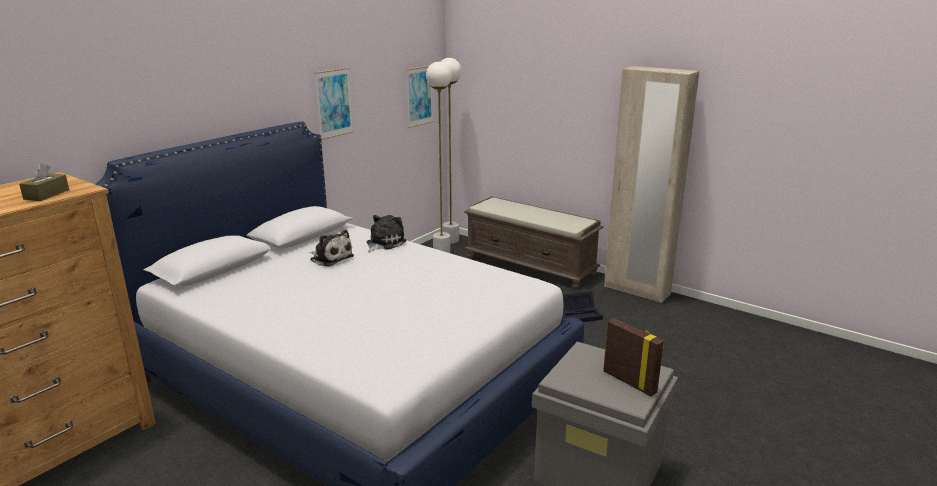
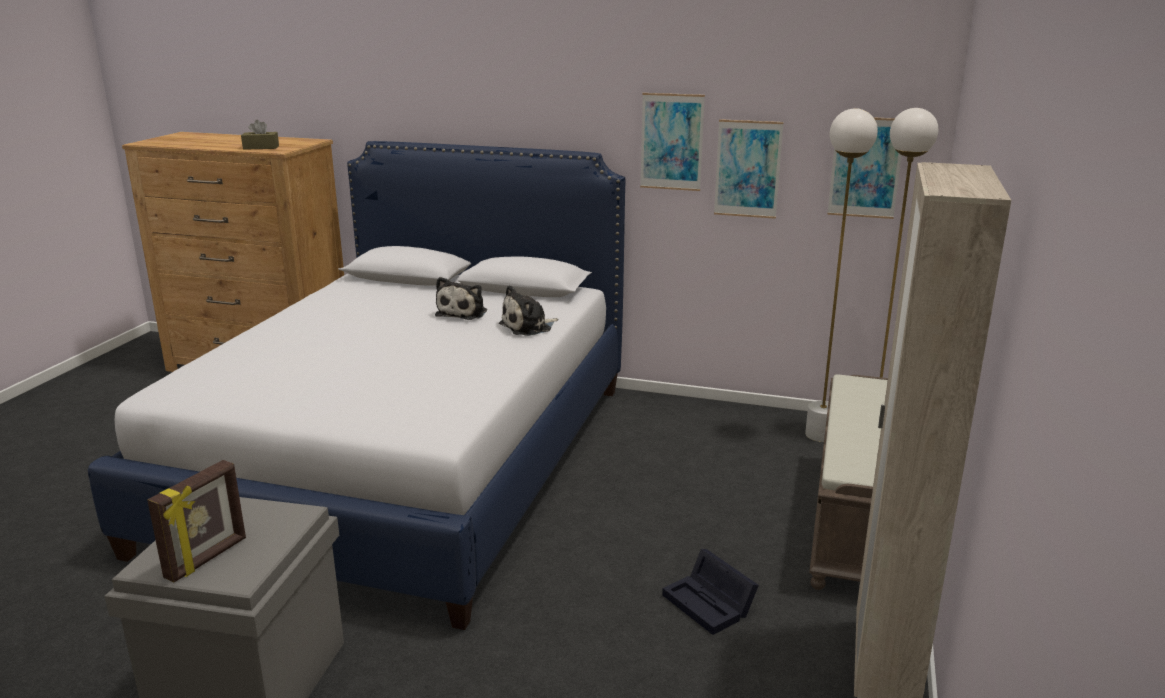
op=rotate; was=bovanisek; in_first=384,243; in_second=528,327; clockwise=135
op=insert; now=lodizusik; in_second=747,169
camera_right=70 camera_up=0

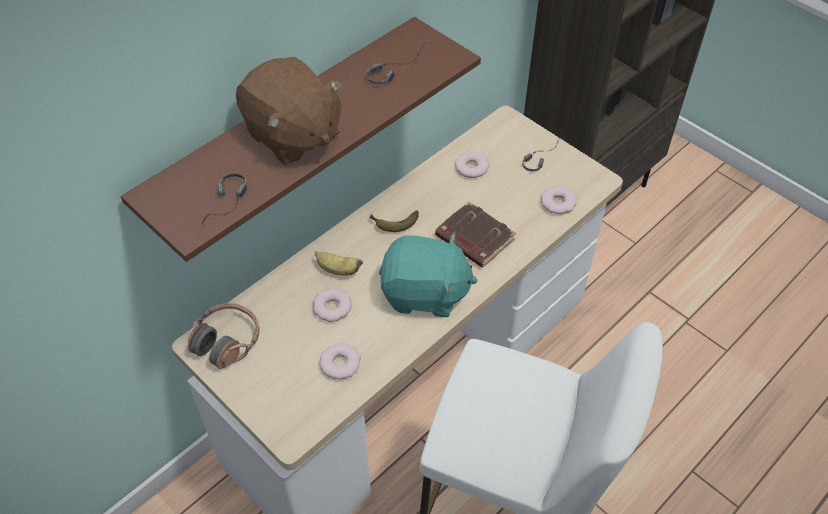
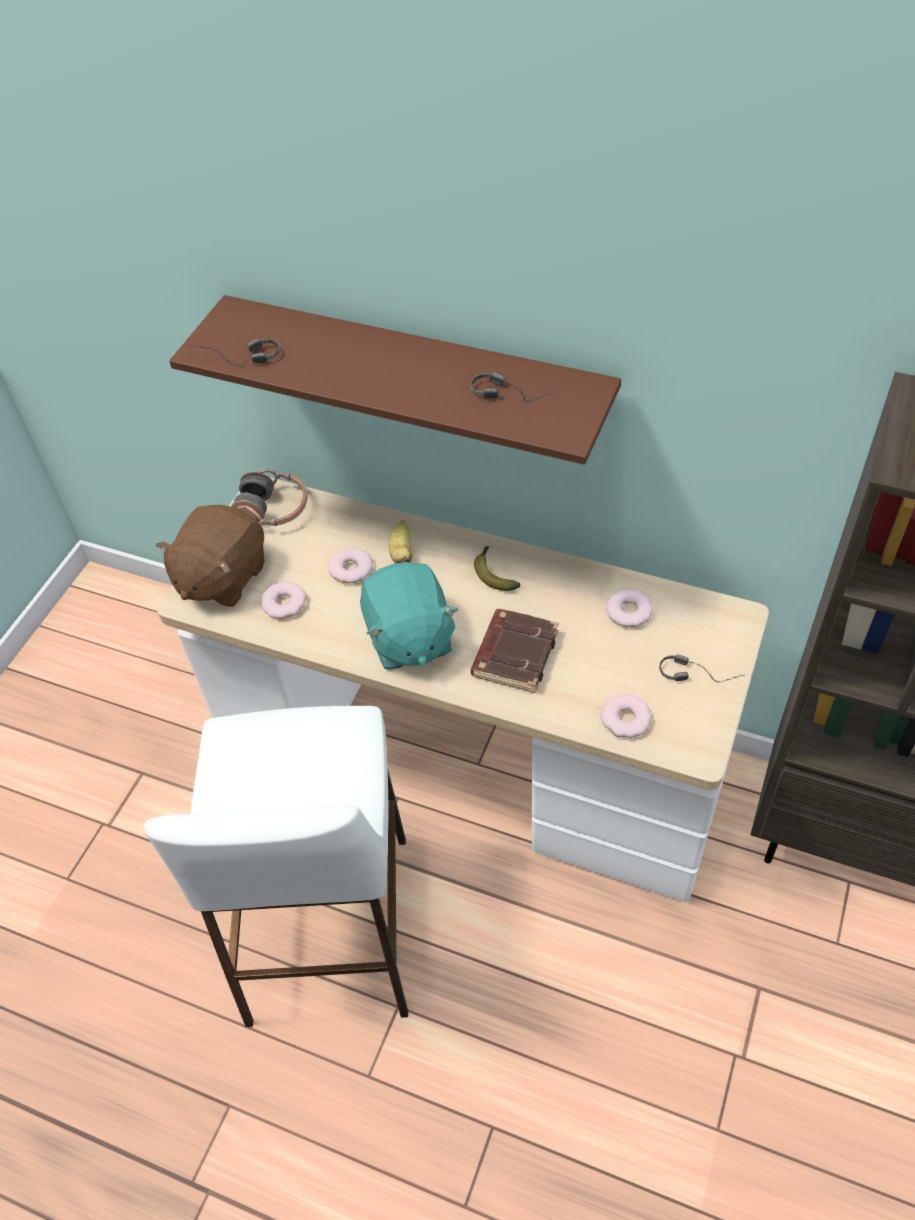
op=move; was=brown_bovanisek; in_first=292,136; in_second=221,577
camera_right=70 camera_up=0

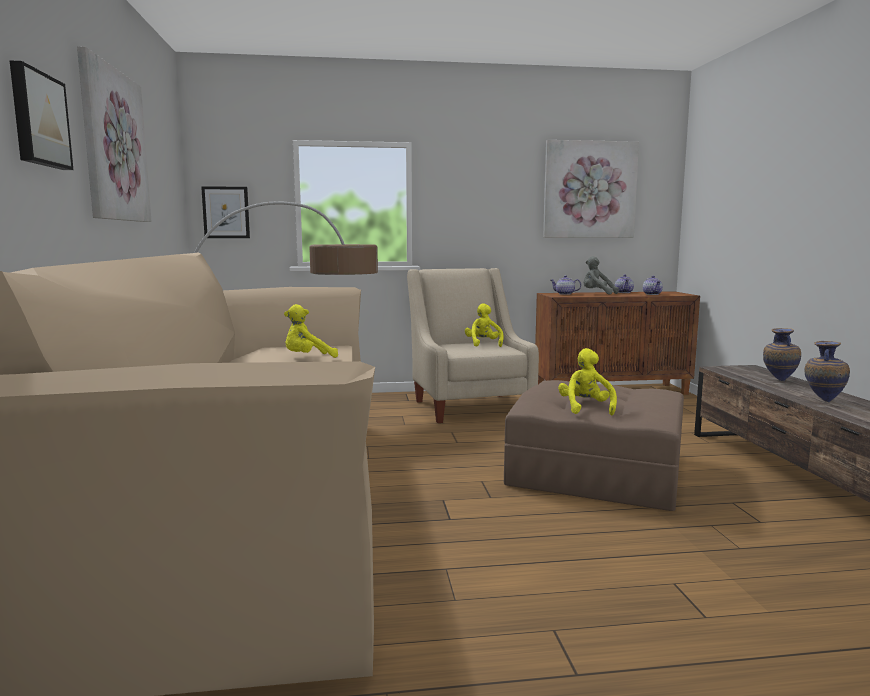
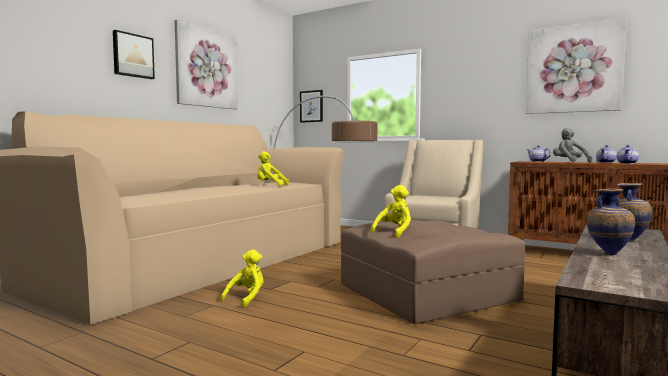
op=move; was=yellow_bovanisek; in_first=483,344; in_second=247,298
camera_right=40 camera_up=-5

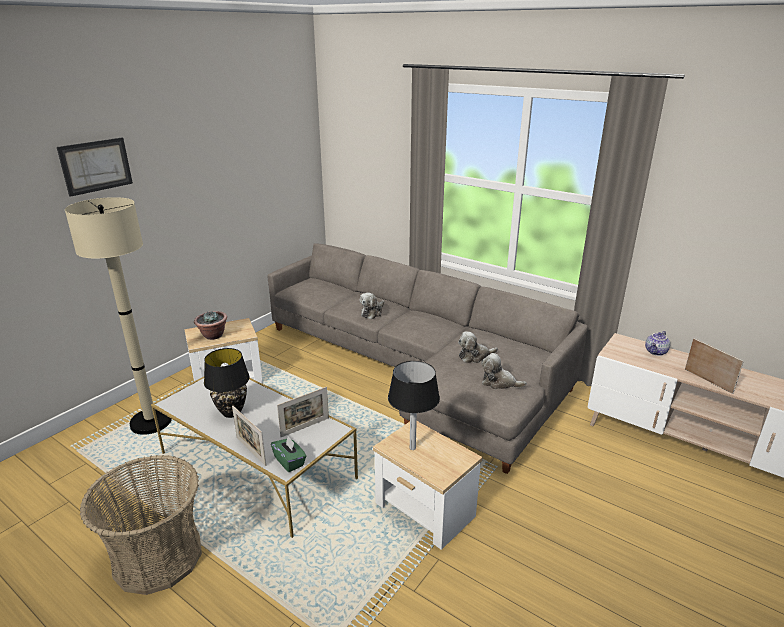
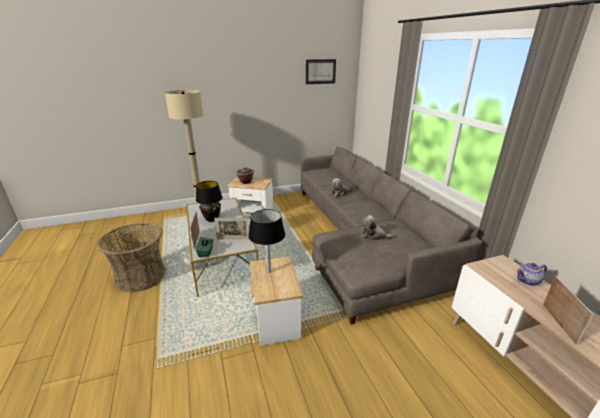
op=move; was=lodizusik; in_first=96,166; in_second=320,71
op=delete; was=bovanisek; in_first=499,383
camera_right=35 camera_up=0

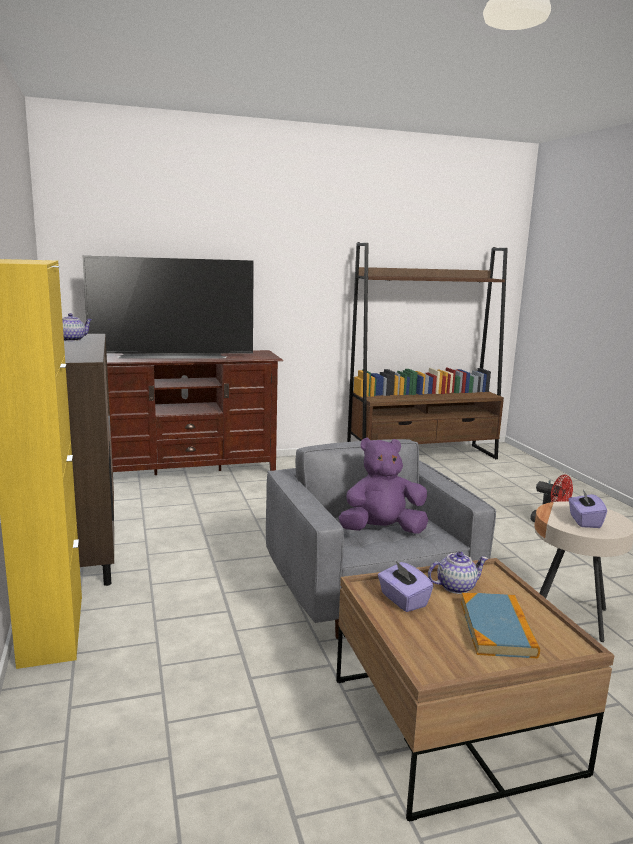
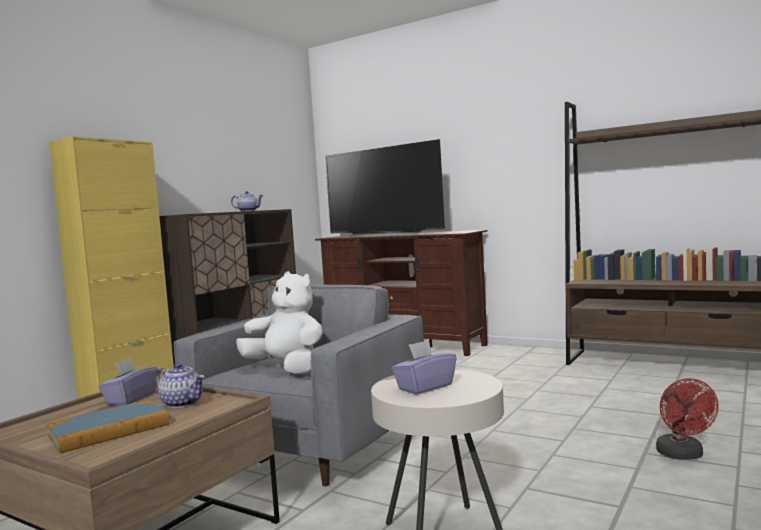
op=recolor; was=purple_bovanisek; now=white_bovanisek; in_first=382,531; in_second=287,369
camera_right=50 camera_up=-10

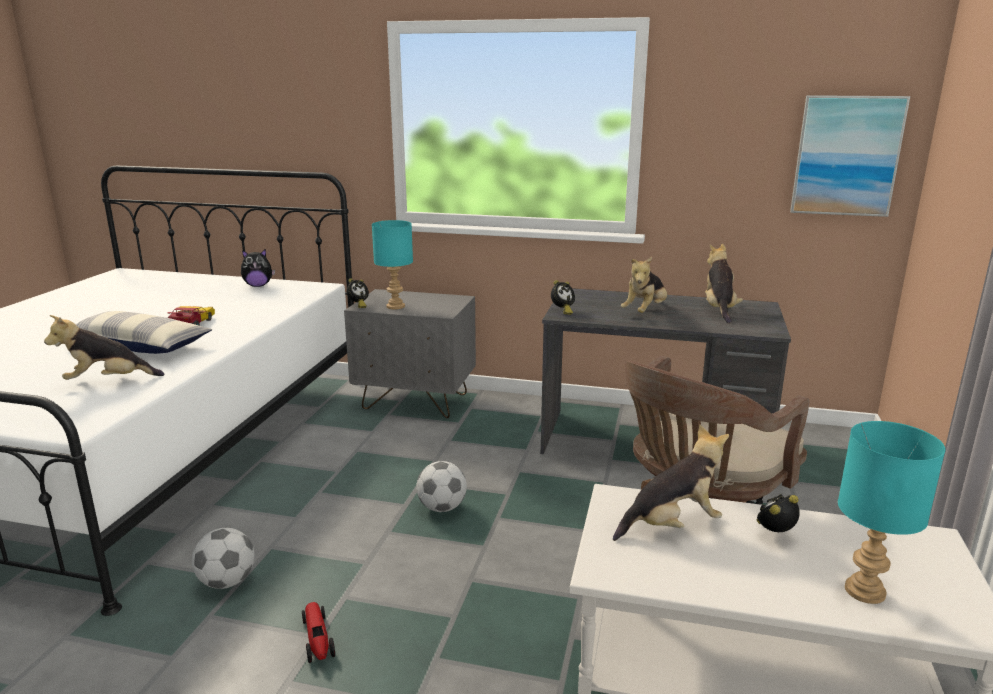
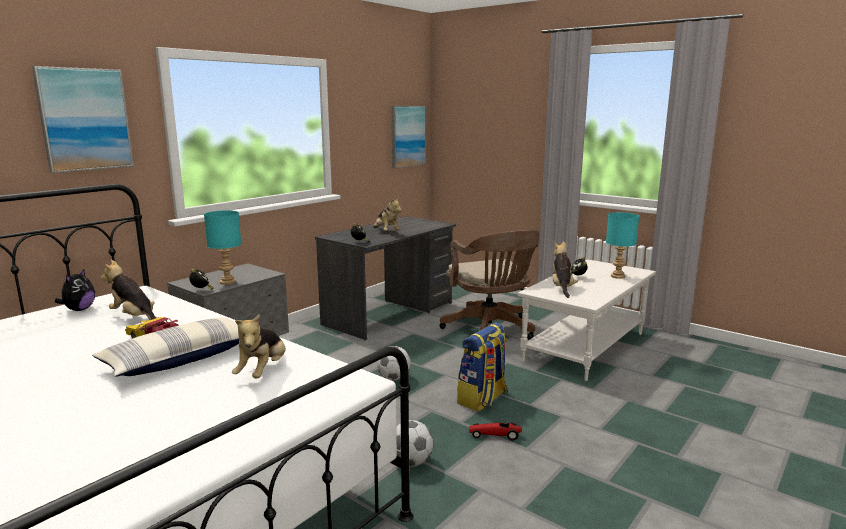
op=move; was=bovanisek; in_first=719,310; in_second=135,318
op=insert; now=lodizusik; in_second=84,119
op=insert; now=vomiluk; in_second=483,399
camera_right=-65 camera_up=-5

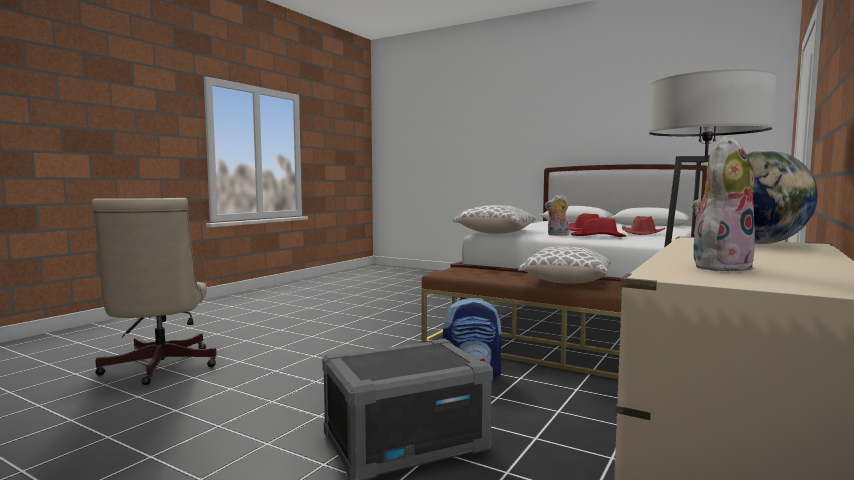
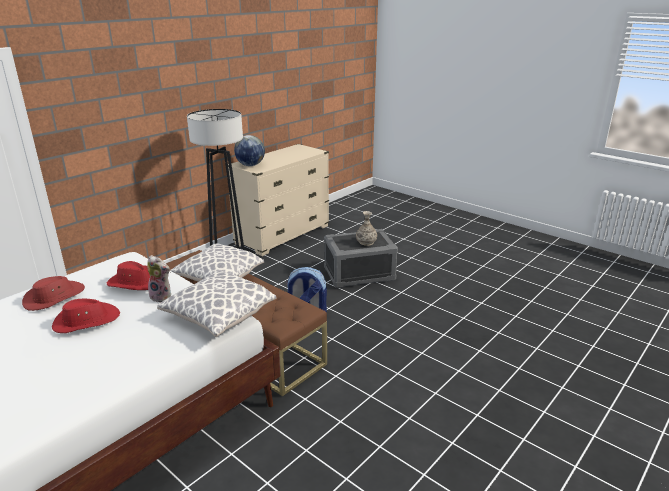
op=delete; was=bovanisek; in_first=719,267
op=delete; was=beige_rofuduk; in_first=158,368
op=insert; now=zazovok; in_second=366,242
camera_right=-170 camera_up=20

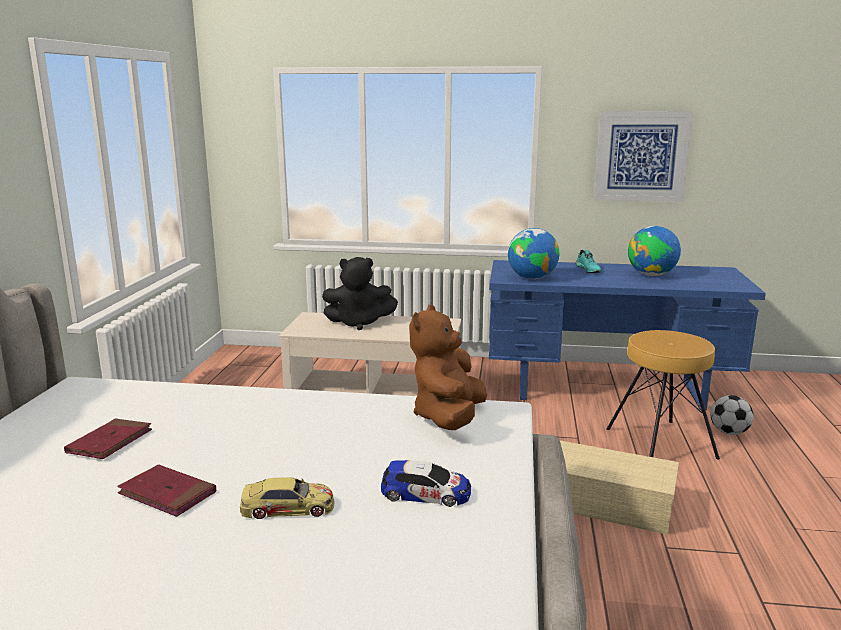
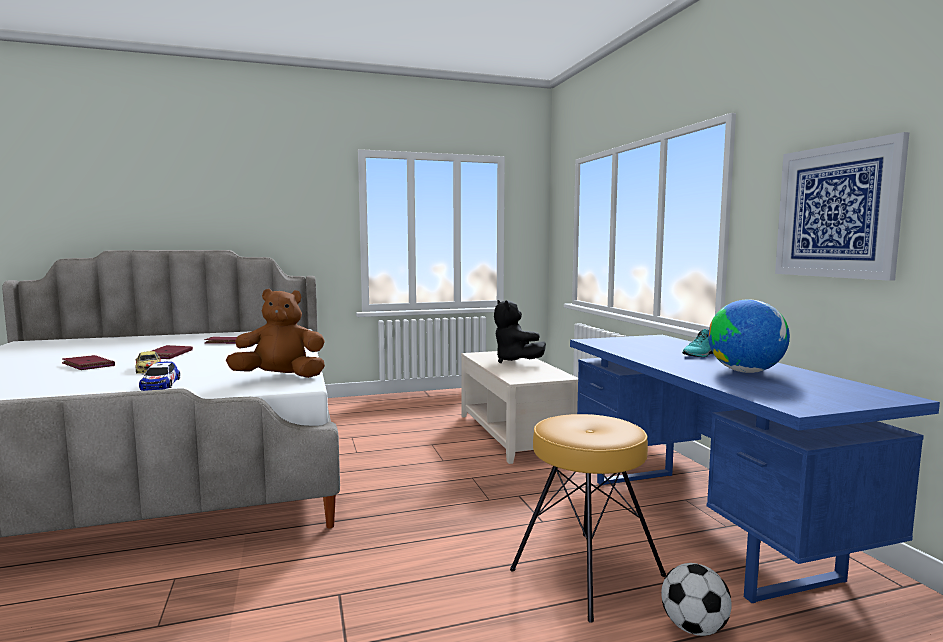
op=delete; was=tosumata; in_first=532,278
op=delete; was=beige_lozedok; in_first=606,502
op=insert; now=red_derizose; in_second=88,365
camera_right=65 camera_up=-10

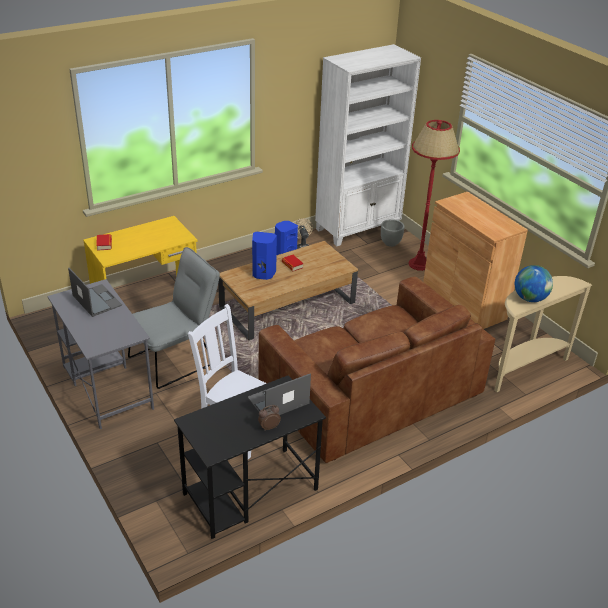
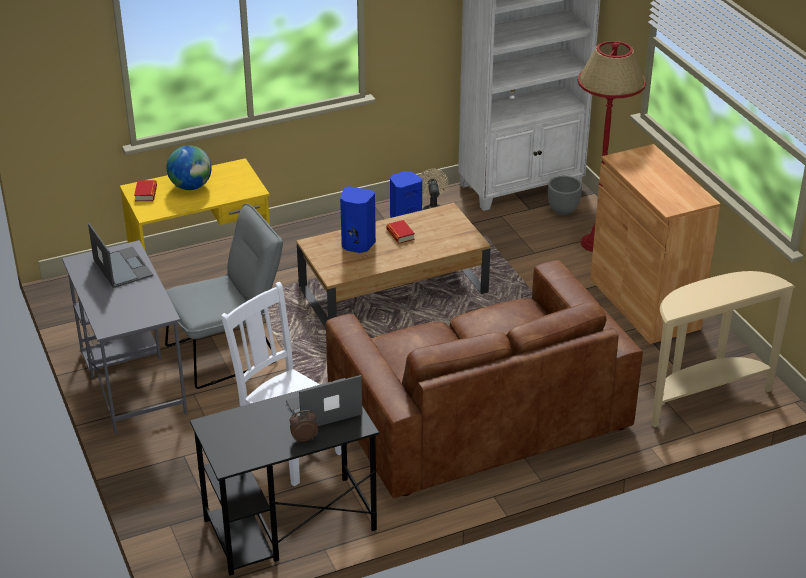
op=move; was=tosumata; in_first=530,298; in_second=191,186
camera_right=10 camera_up=0

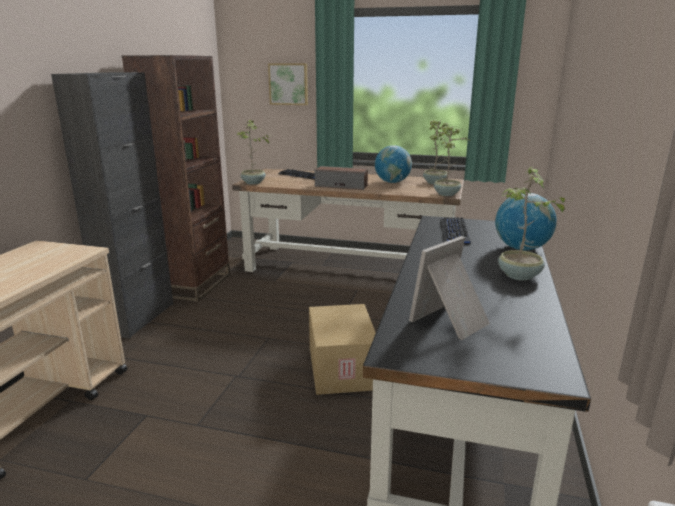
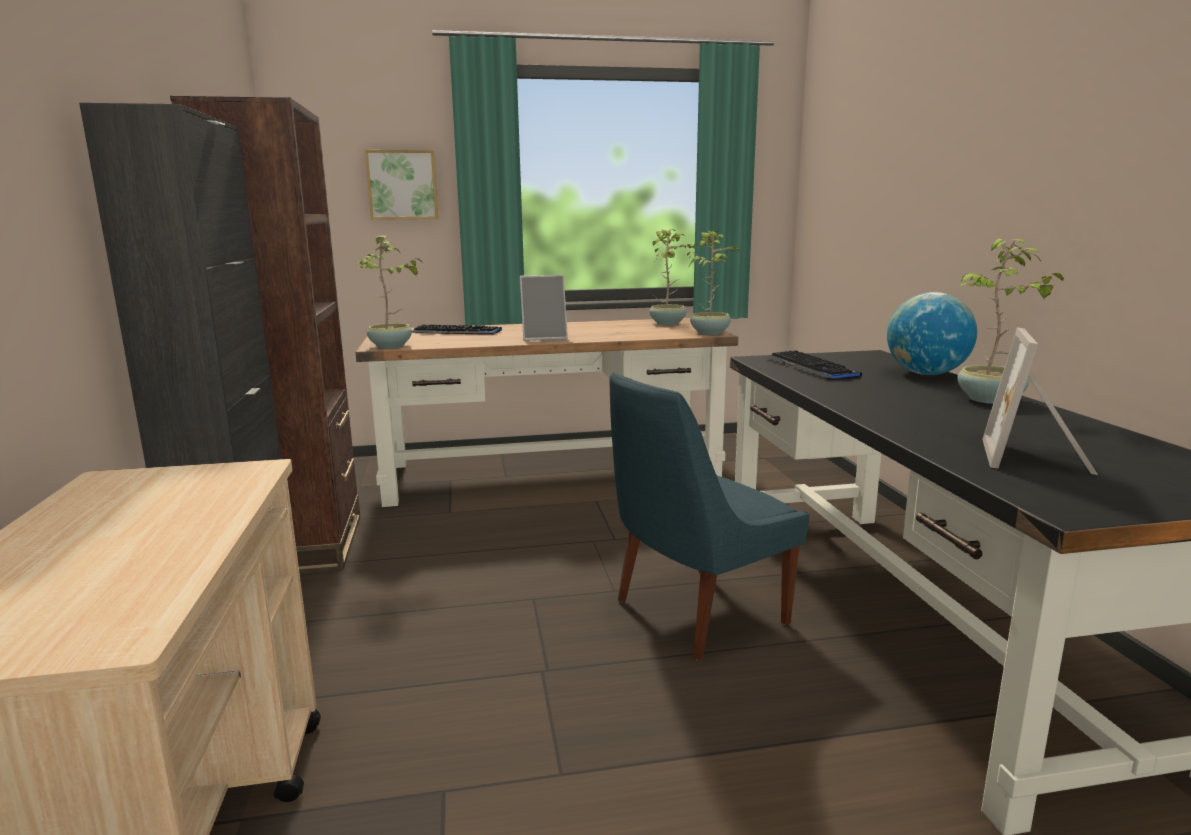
op=delete; was=tosumata; in_first=392,182
op=replace; was=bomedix; now=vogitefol; in_first=341,186; in_second=544,337
op=replace; was=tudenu; now=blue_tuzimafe; in_first=340,368; in_second=695,614
camera_right=-25 camera_up=-5

